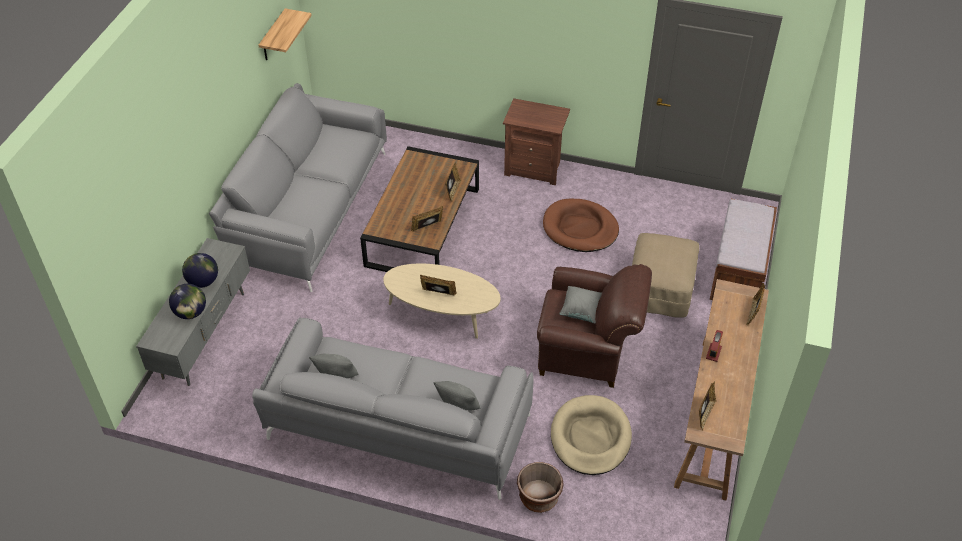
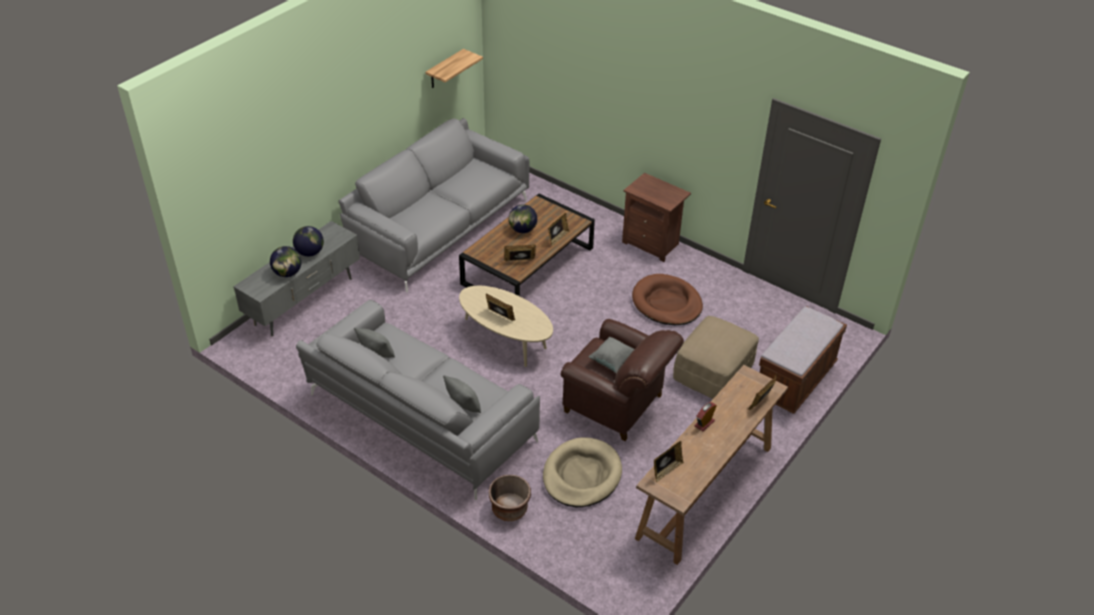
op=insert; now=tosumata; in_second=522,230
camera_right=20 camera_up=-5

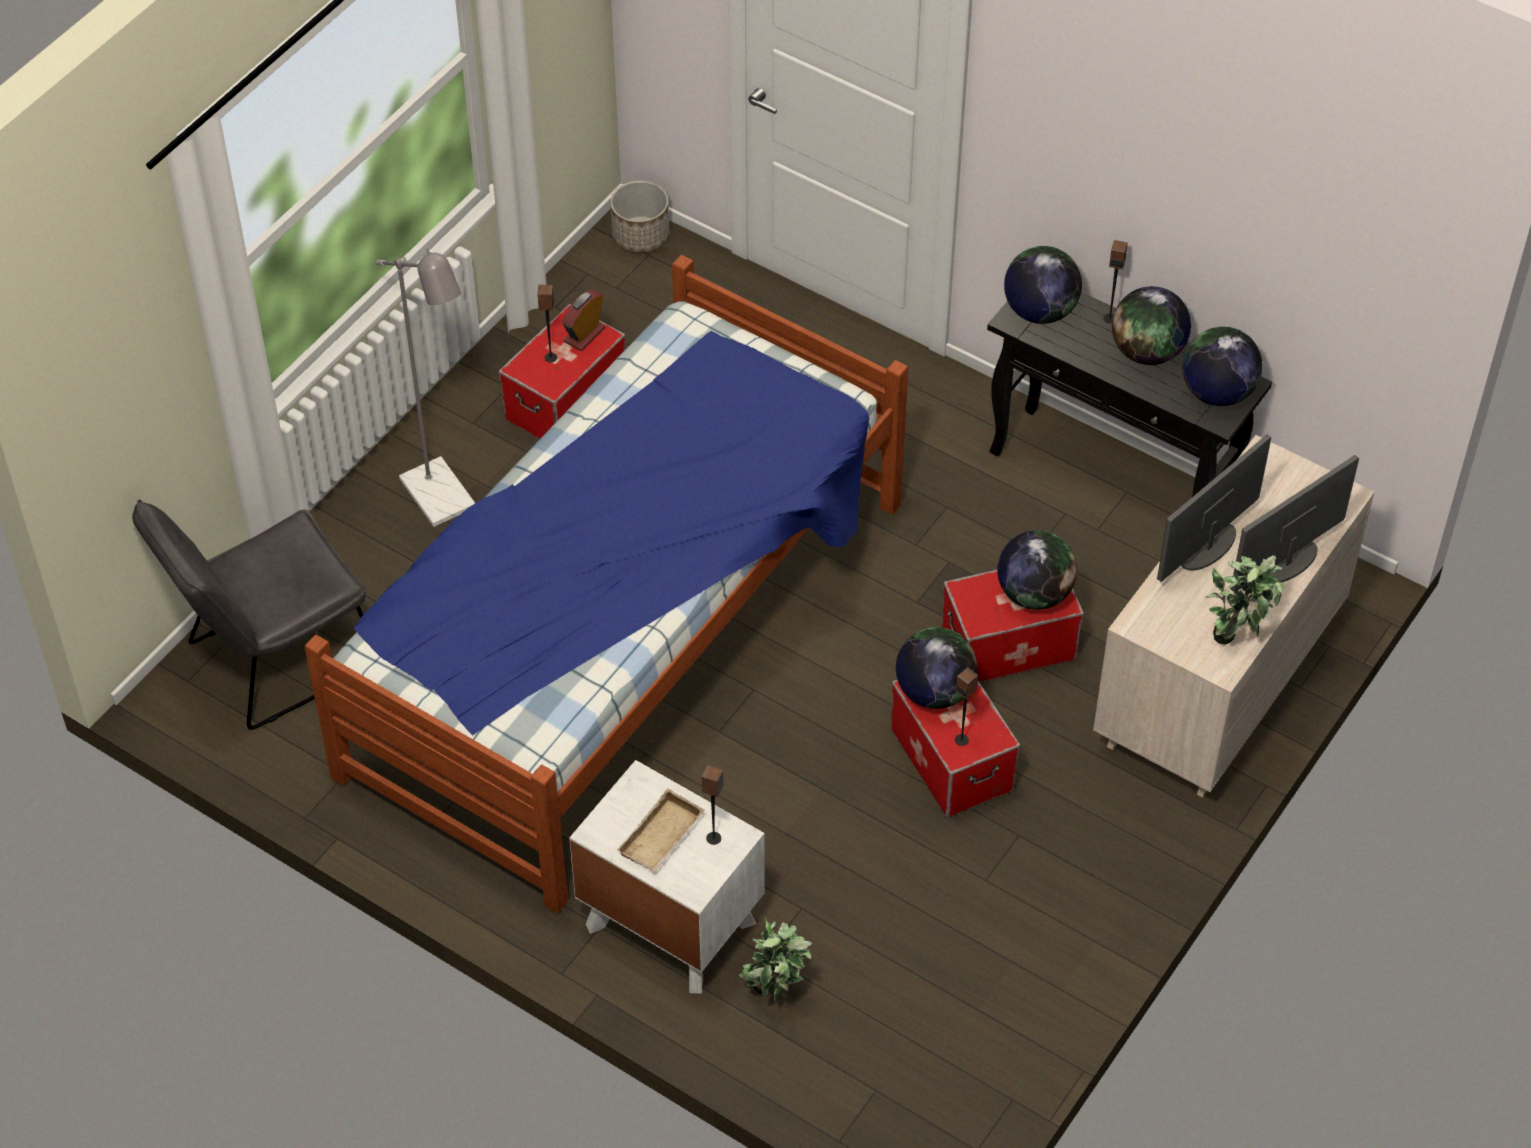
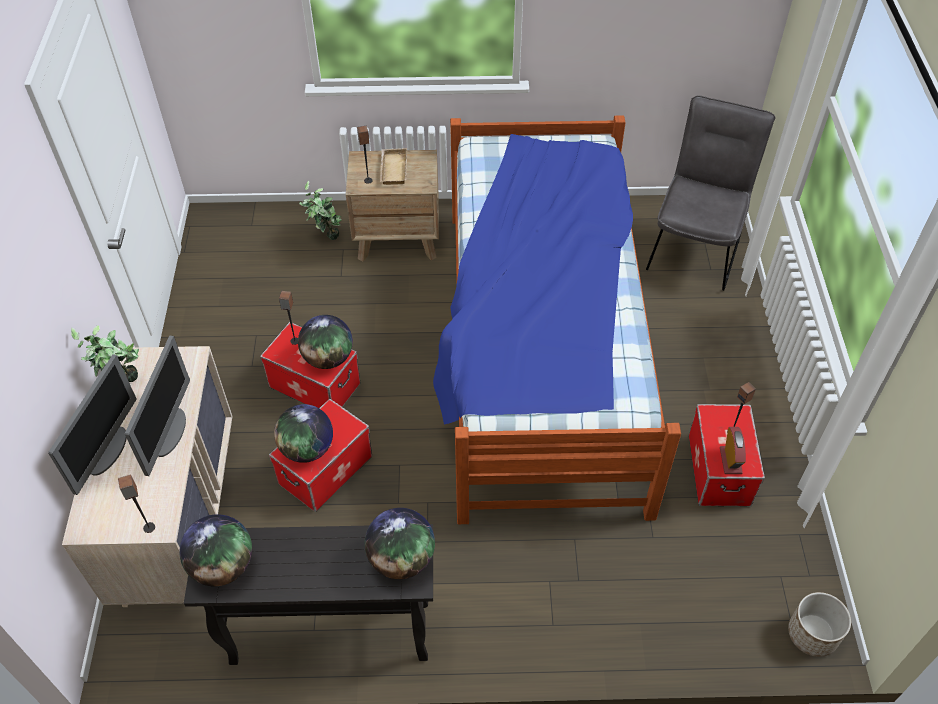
op=move; was=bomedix; in_first=1110,318; in_second=149,528
op=delete; was=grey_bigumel; in_first=445,503
op=delete; was=tosumata; in_first=1147,352
op=recolor; was=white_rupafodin; now=brown_rupafodin; in_first=669,924; in_second=398,238
camera_right=145 camera_up=0

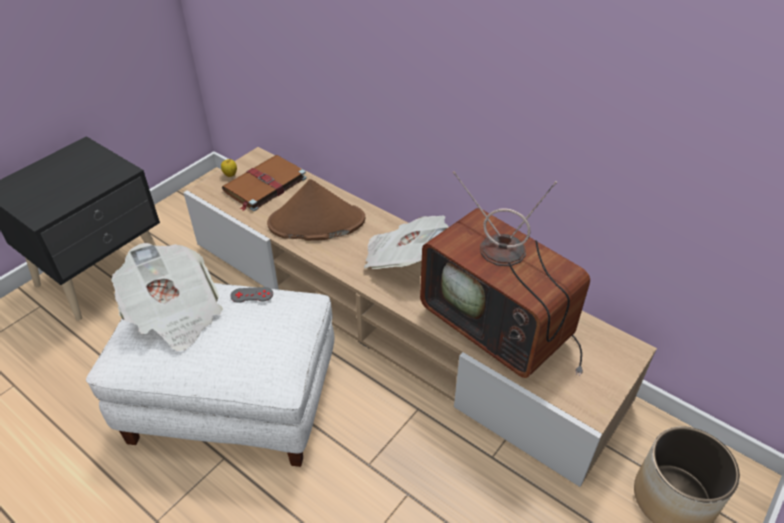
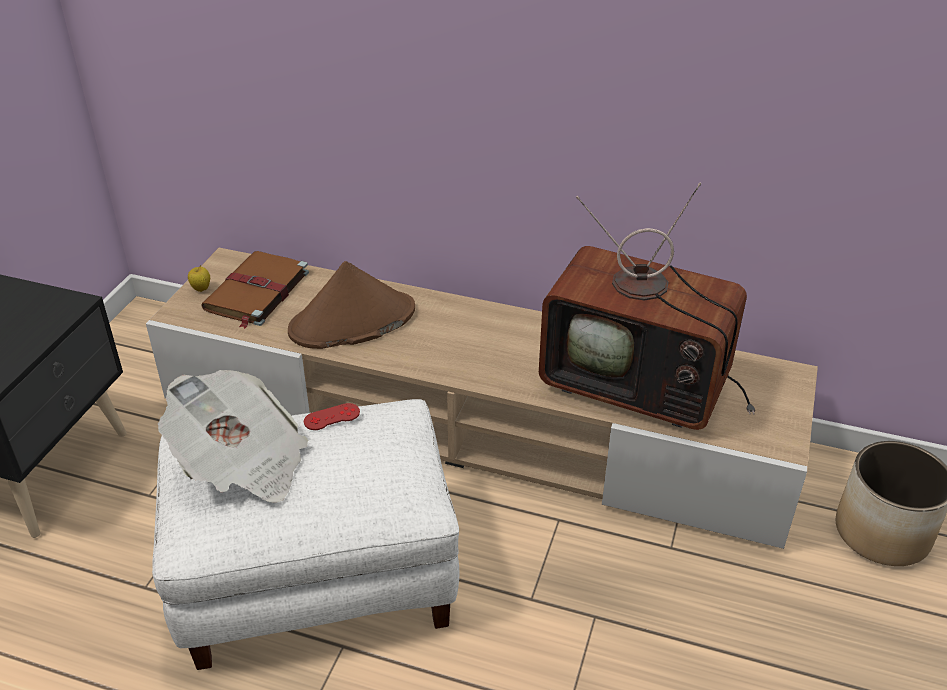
op=delete; was=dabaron; in_first=403,258
op=recolor; was=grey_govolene; now=red_govolene; in_first=252,295; in_second=332,417
camera_right=-20 camera_up=-5

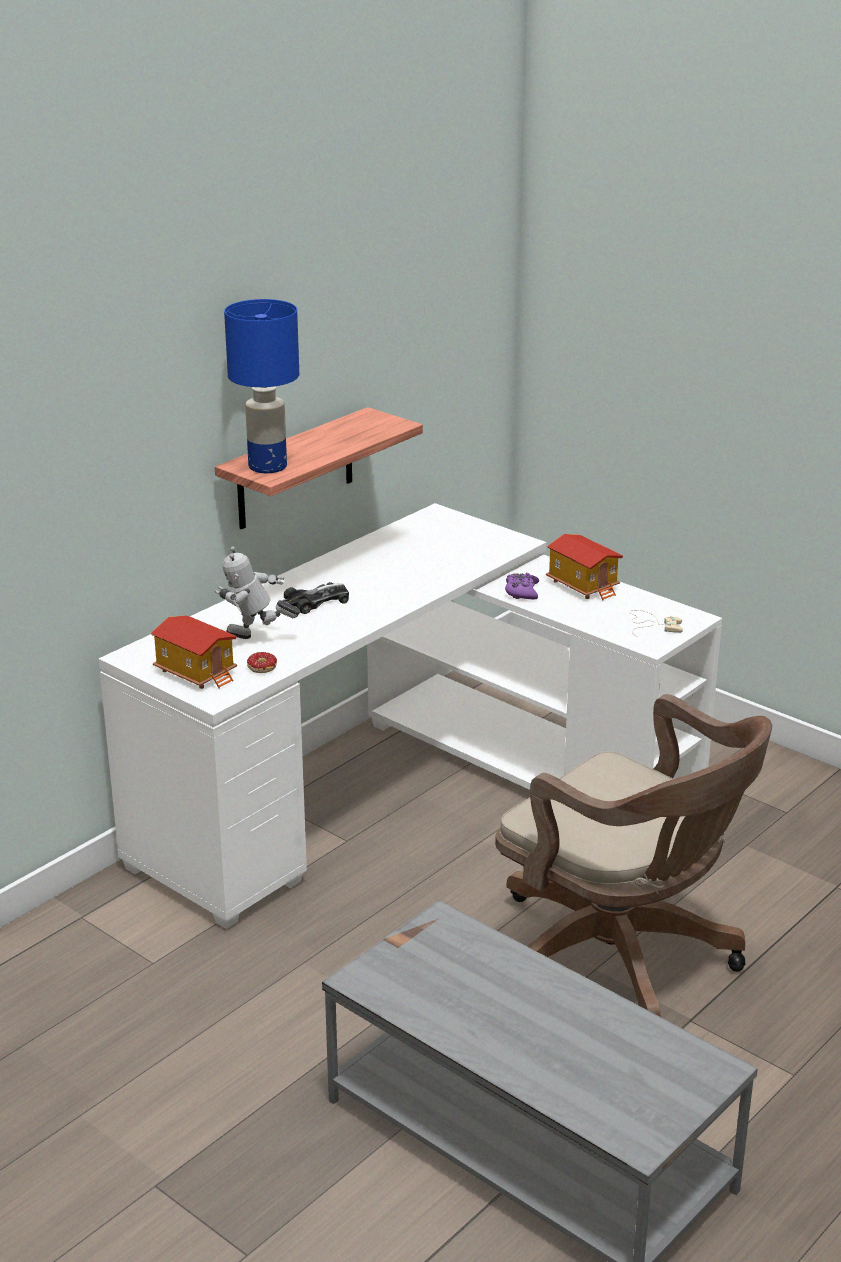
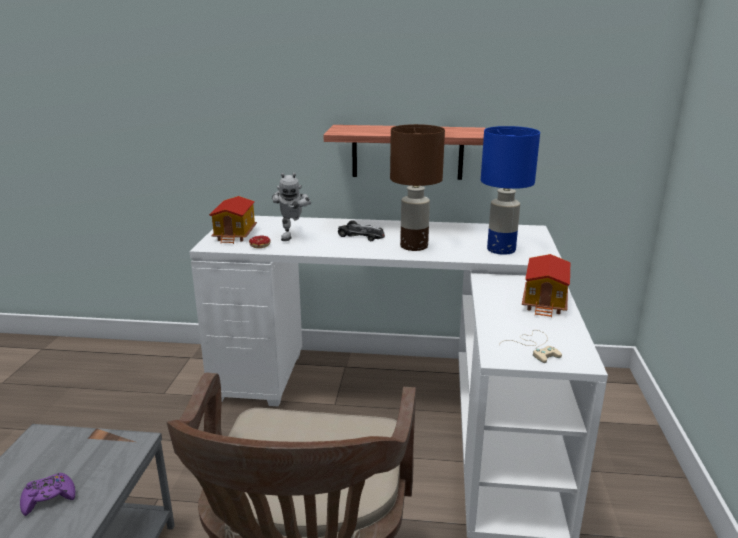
op=move; was=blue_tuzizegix; in_first=268,466; in_second=502,250
op=rotate; was=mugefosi; in_first=256,640; in_second=292,236; clockwise=-150
op=move; was=purple_govolene; in_first=522,592; in_second=49,498
op=insert; now=brown_tuzizegix; in_second=414,246
camera_right=55 camera_up=-5

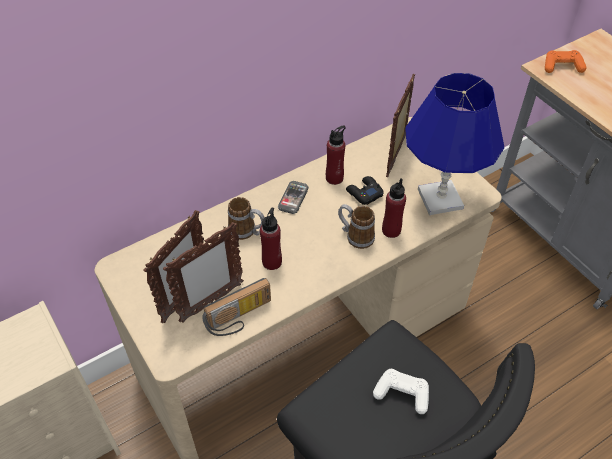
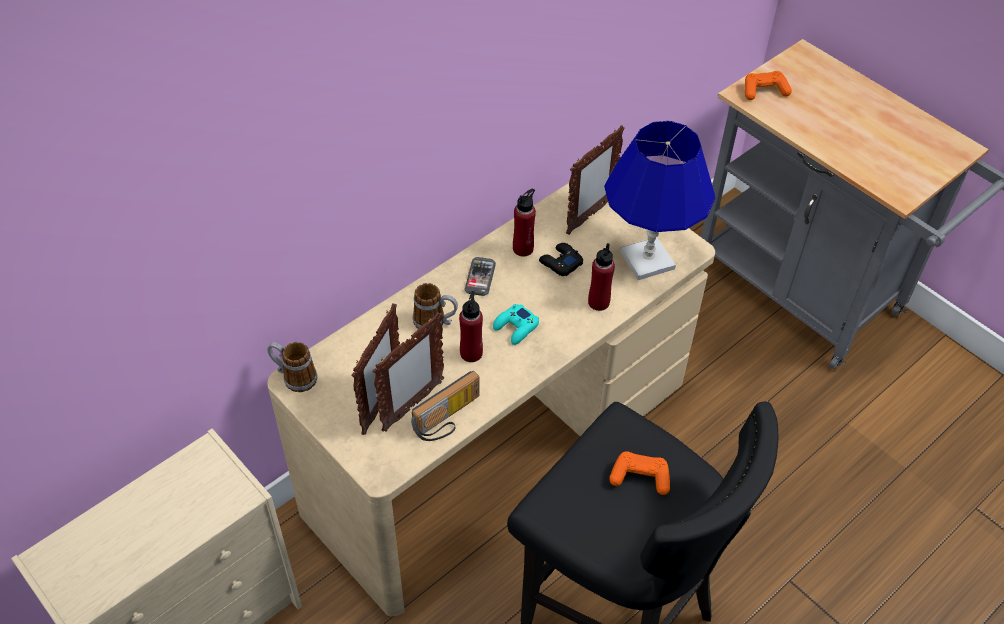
op=rotate; was=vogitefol; in_first=396,157; in_second=589,216; clockwise=-150
op=move; was=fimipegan; in_first=355,236; in_second=294,377
op=recolor; was=white_govolene; now=orange_govolene; in_first=402,394; in_second=640,477
op=insert; now=turquoise_govolene; in_second=516,327
camera_right=-10 camera_up=0

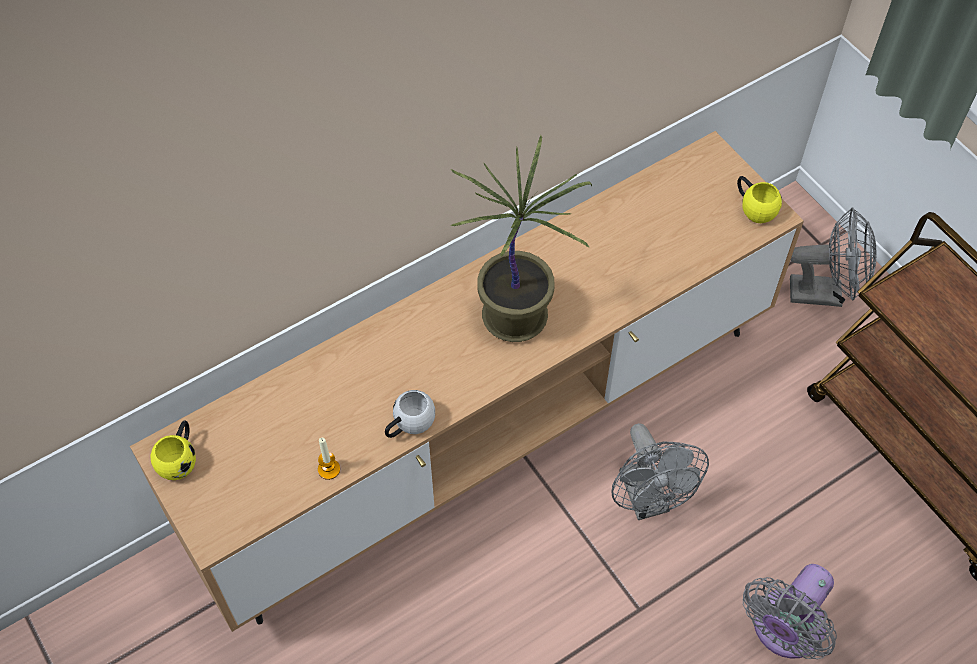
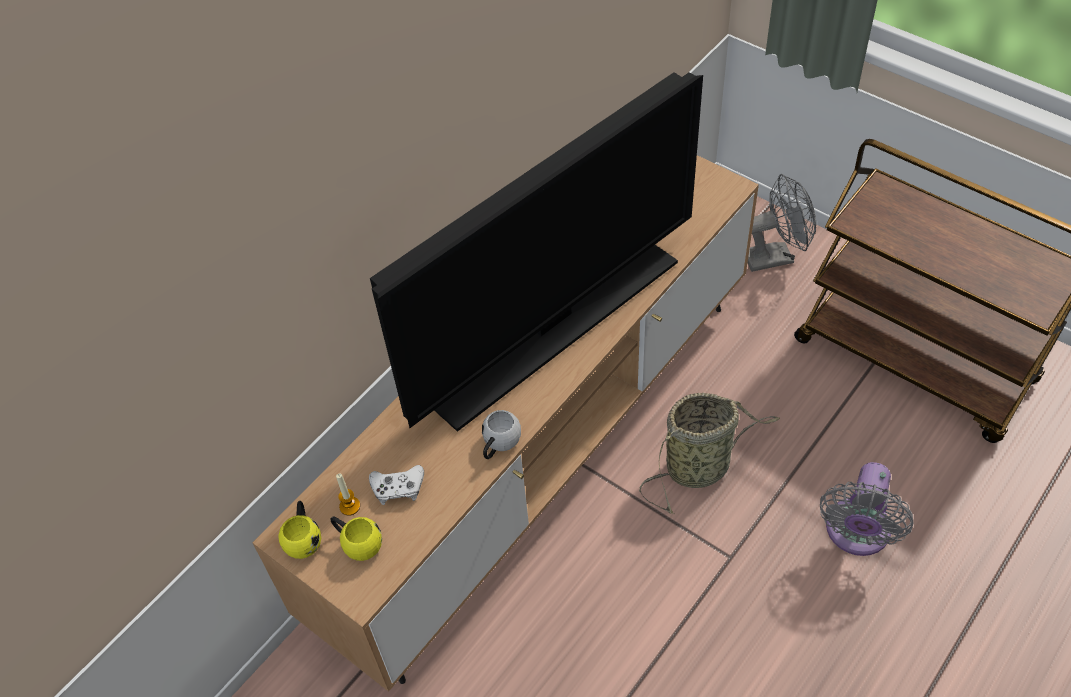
op=replace; was=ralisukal; now=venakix; in_first=516,315; in_second=554,328
op=move; was=yellow_fimipegan; in_first=753,208; in_second=357,543
op=replace; was=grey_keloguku; now=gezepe; in_first=648,501; in_second=701,466
op=move; was=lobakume; in_first=329,469; in_second=350,506
op=insert; now=white_govolene; in_second=398,488
camera_right=-15 camera_up=-5

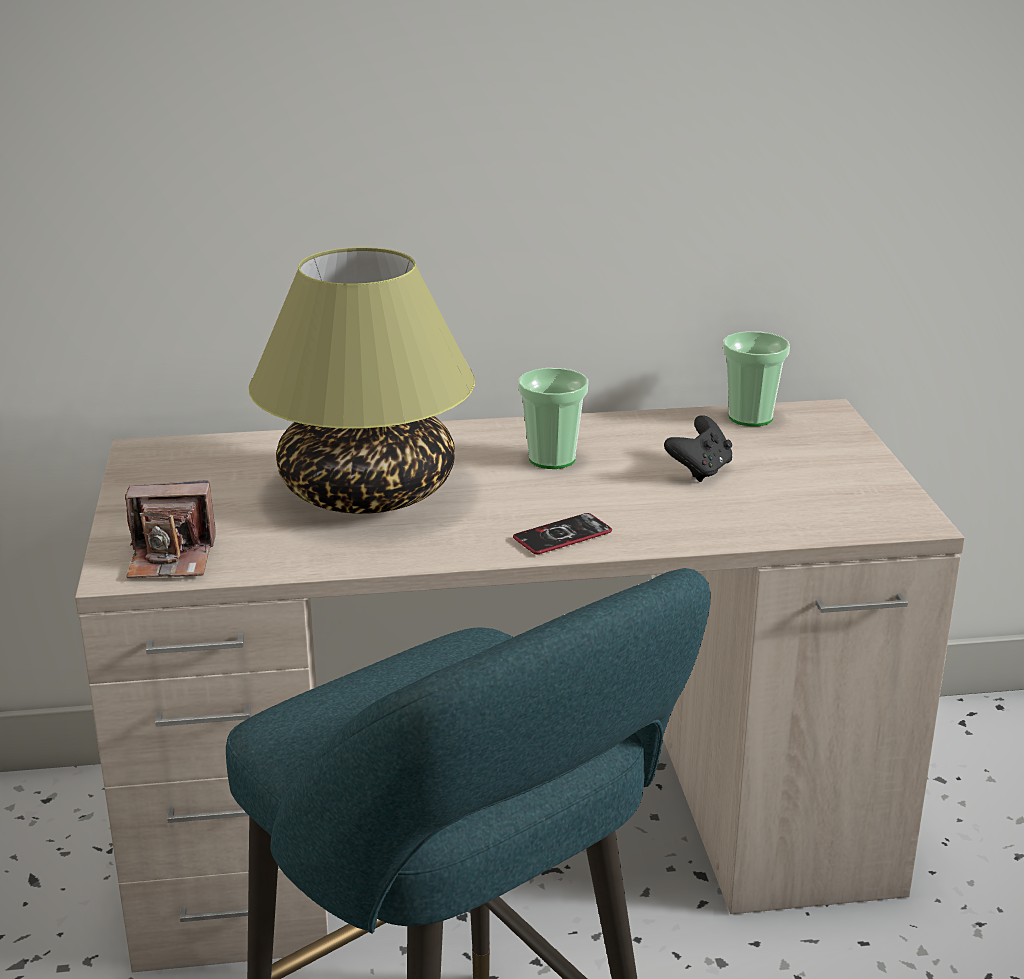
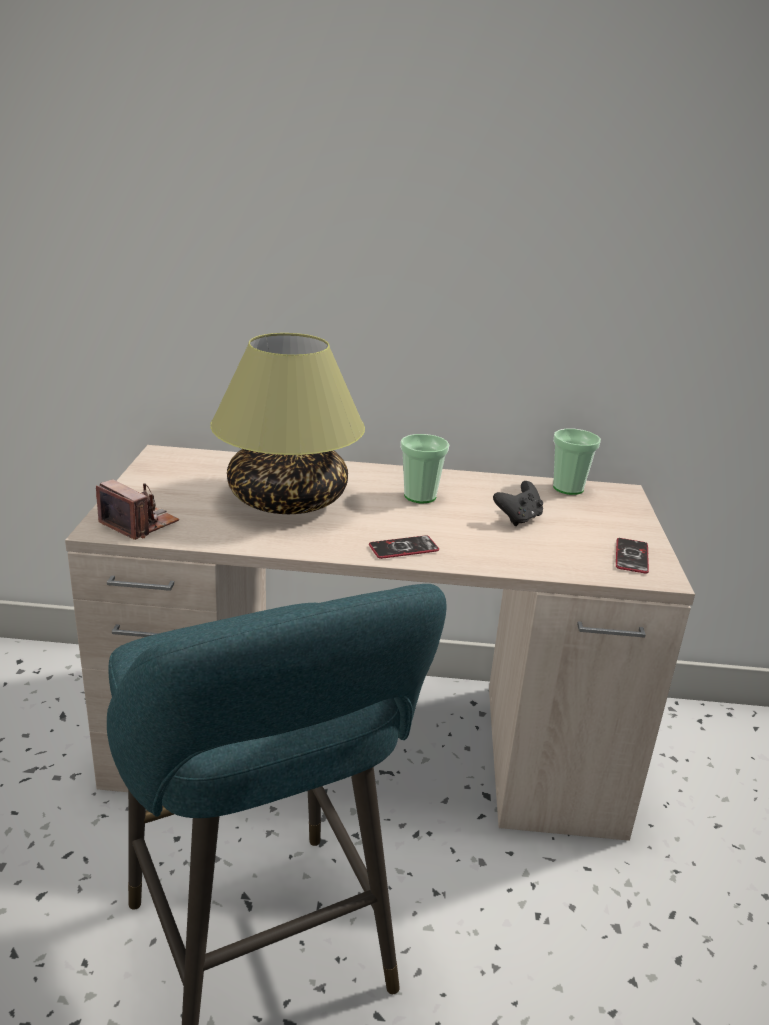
op=rotate; was=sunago; in_first=172,558; in_second=139,524; clockwise=-150
op=insert; now=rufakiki; in_second=631,556
camera_right=10 camera_up=0

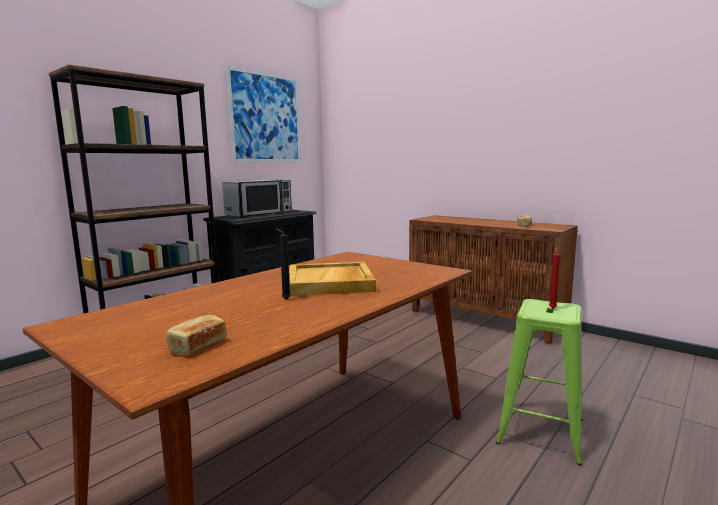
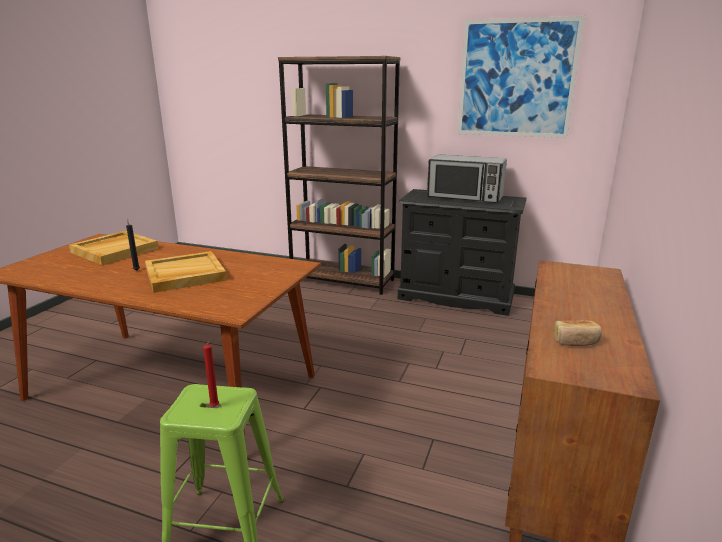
op=delete; was=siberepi; in_first=197,346
op=insert; now=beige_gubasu; in_second=115,250
camera_right=70 camera_up=10

